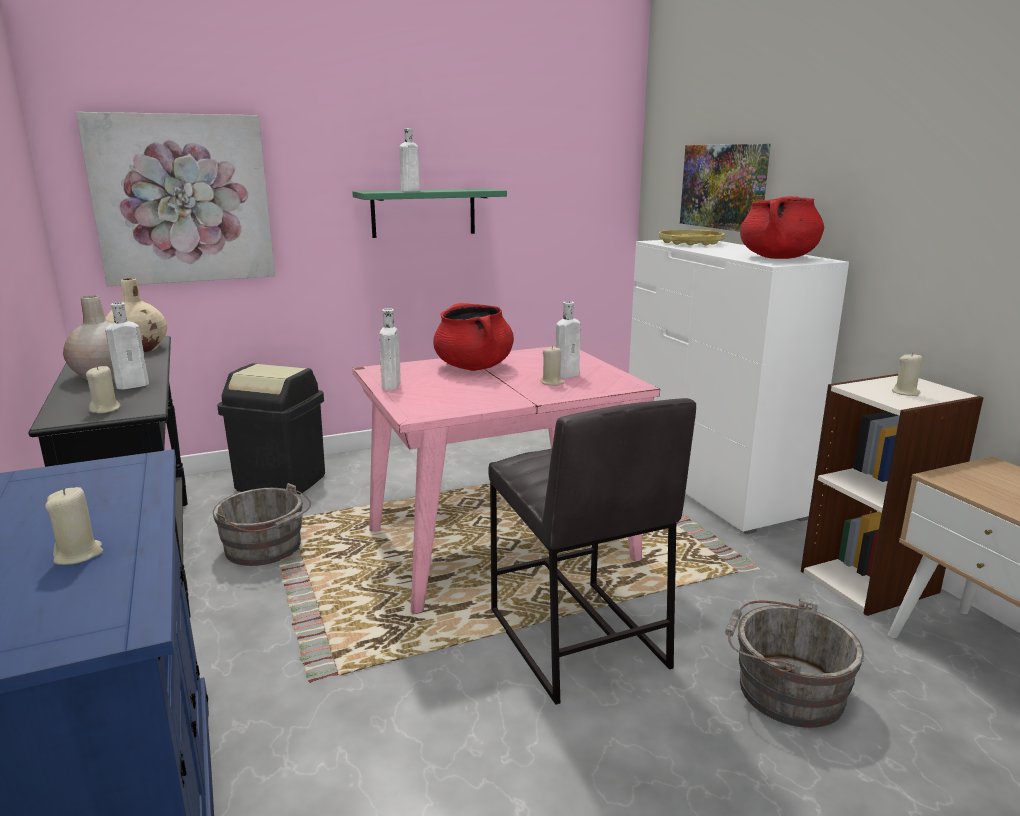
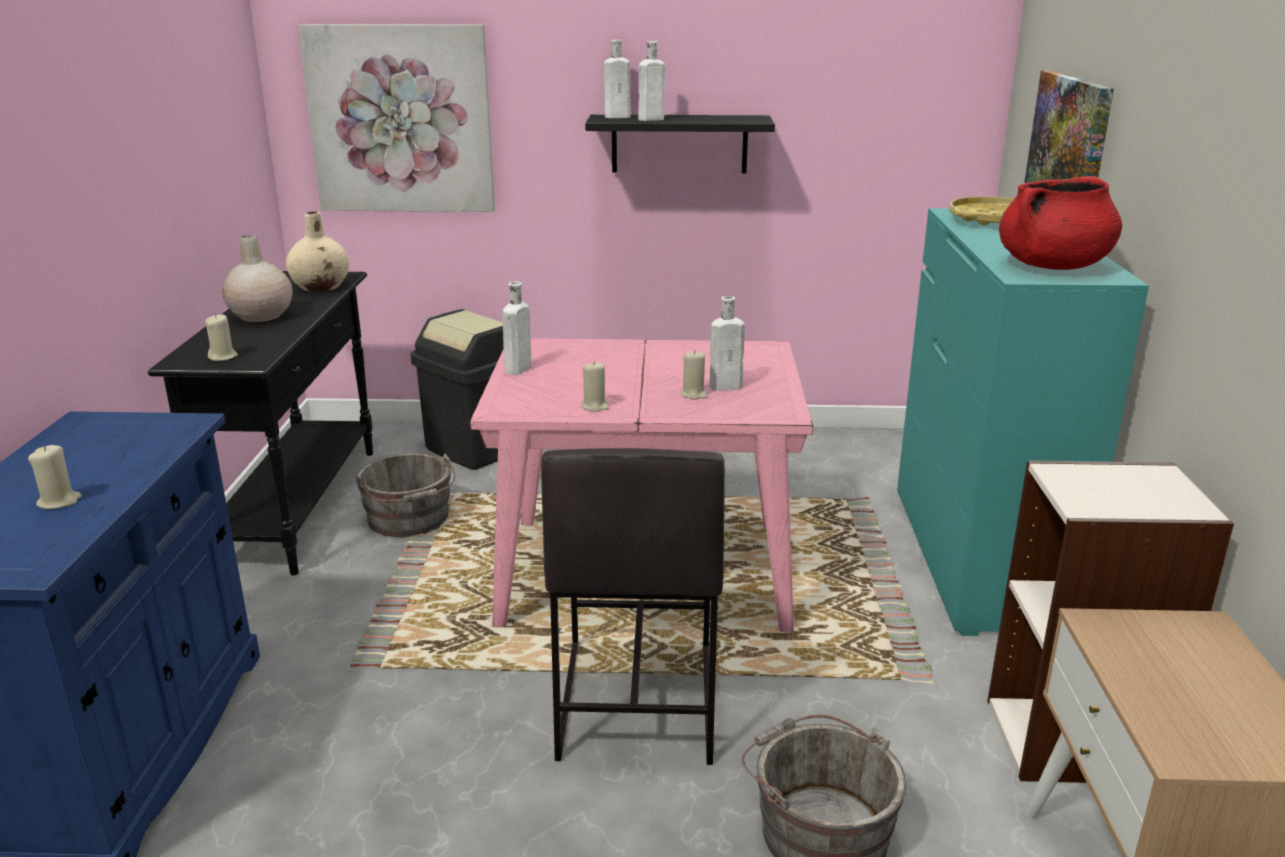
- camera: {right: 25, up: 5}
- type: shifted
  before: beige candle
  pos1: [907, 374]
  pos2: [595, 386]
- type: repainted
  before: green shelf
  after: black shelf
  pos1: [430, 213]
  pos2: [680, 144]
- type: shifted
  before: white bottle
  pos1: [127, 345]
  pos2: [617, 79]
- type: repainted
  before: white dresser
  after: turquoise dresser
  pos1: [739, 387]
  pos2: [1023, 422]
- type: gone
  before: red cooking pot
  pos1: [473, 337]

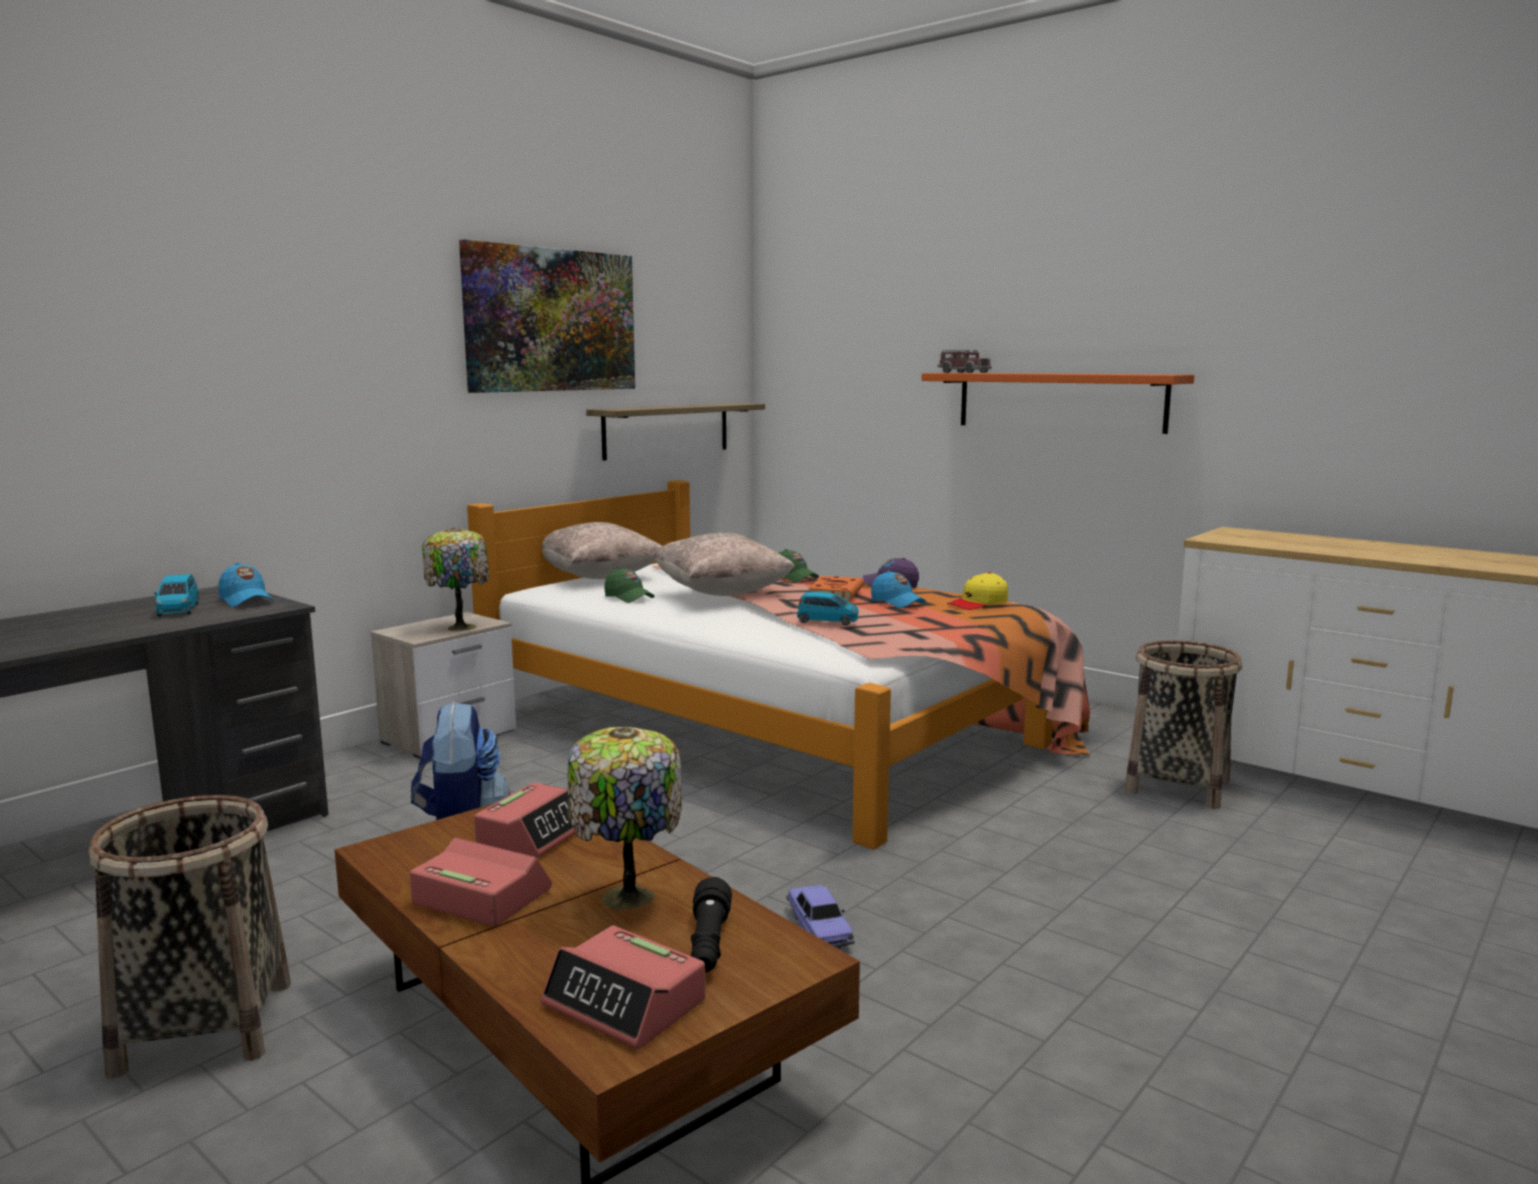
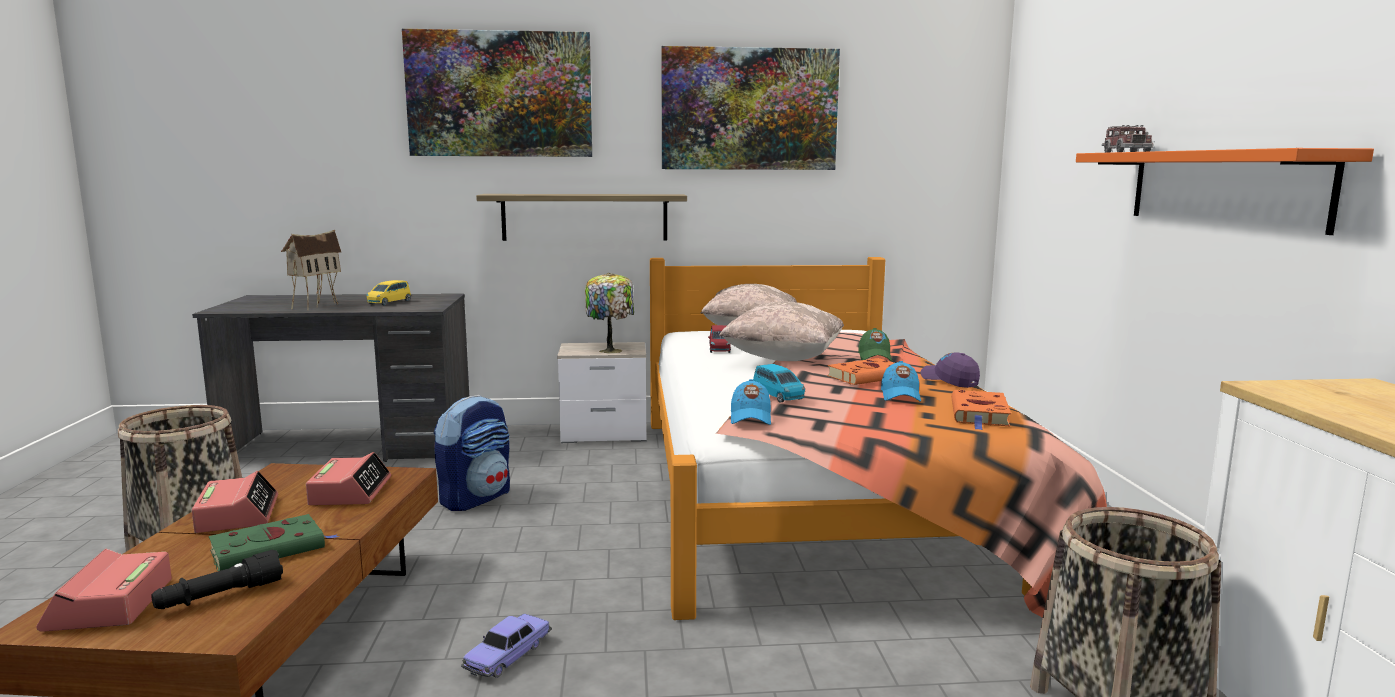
- camera: {right: 45, up: 0}
- type: swapped
  before: table lamp
  after: green book
  pos1: [624, 818]
  pos2: [274, 542]
- type: new
  after: toy house
  pos2: [311, 270]
- type: rotated
  before: alarm clock
  pos1: [525, 820]
  pos2: [348, 478]
  turn: -75
- type: repainted
  before: blue toy car
  after: yellow toy car
  pos1: [176, 595]
  pos2: [388, 292]
- type: new
  after: picture
  pos2: [497, 93]
- type: shifted
  before: shelf
  pos1: [675, 432]
  pos2: [581, 217]
- type: swapped
  before: green cap
  after: red toy car
  pos1: [629, 585]
  pos2: [719, 339]
- type: shifted
  before: blue cap
  pos1: [246, 585]
  pos2: [751, 402]
- type: swapped
  before: yellow cap
  after: orange book
  pos1: [977, 591]
  pos2: [981, 410]

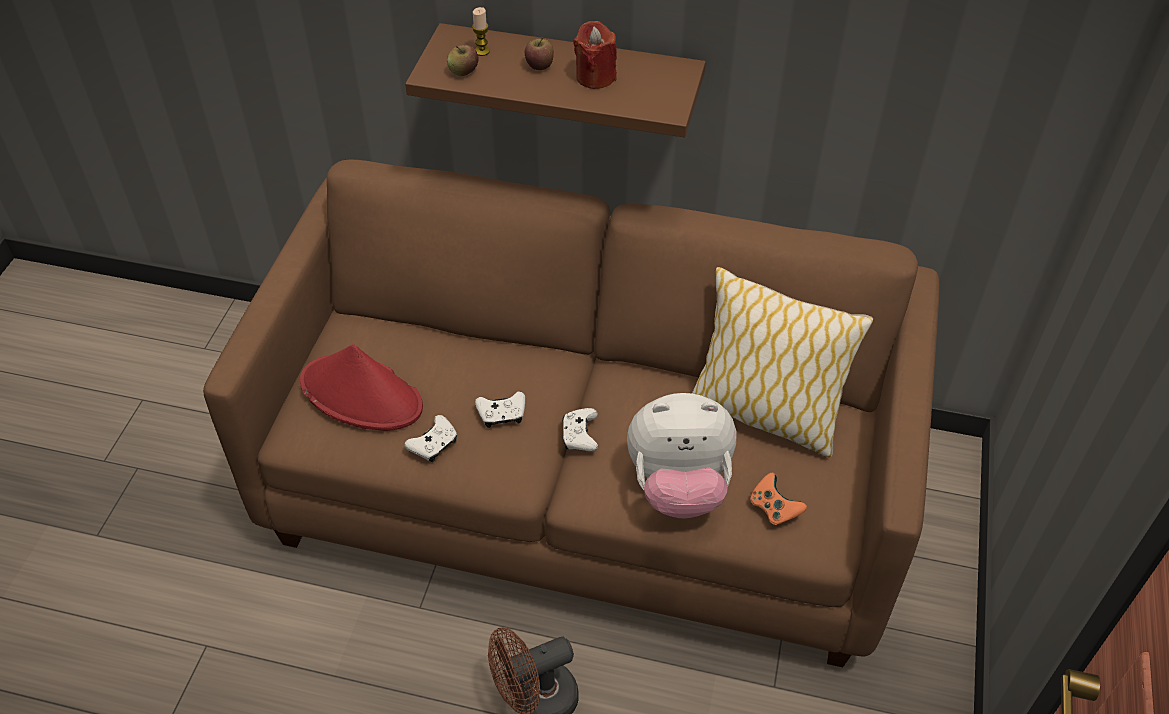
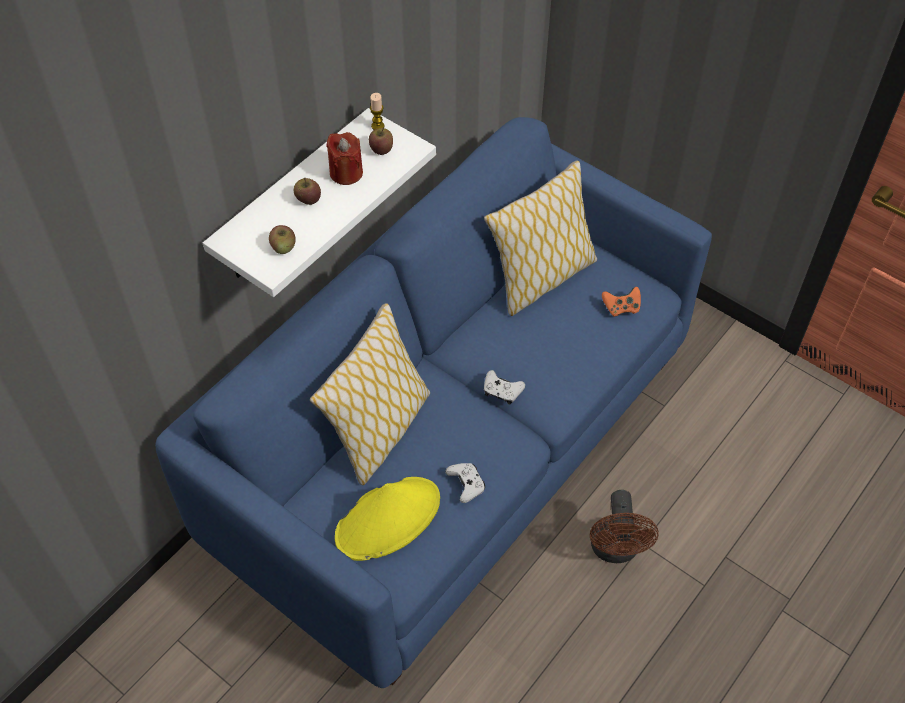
- camera: {right: -65, up: 5}
- type: repainted
  before: brown sofa
  after: blue sofa
  pos1: [571, 413]
  pos2: [433, 402]
- type: repainted
  before: brown shelf
  after: white shelf
  pos1: [555, 80]
  pos2: [319, 202]
- type: new
  after: pillow
  pos2: [370, 394]
- type: repainted
  before: red hat
  after: yellow hat
  pos1: [361, 387]
  pos2: [387, 519]
- type: new
  after: apple
  pos2: [381, 141]
- type: shifted
  before: candle
  pos1: [481, 31]
  pos2: [377, 111]
- type: gone
  before: white game controller
  pos1: [500, 409]
- type: gone
  before: plush toy
  pos1: [681, 456]

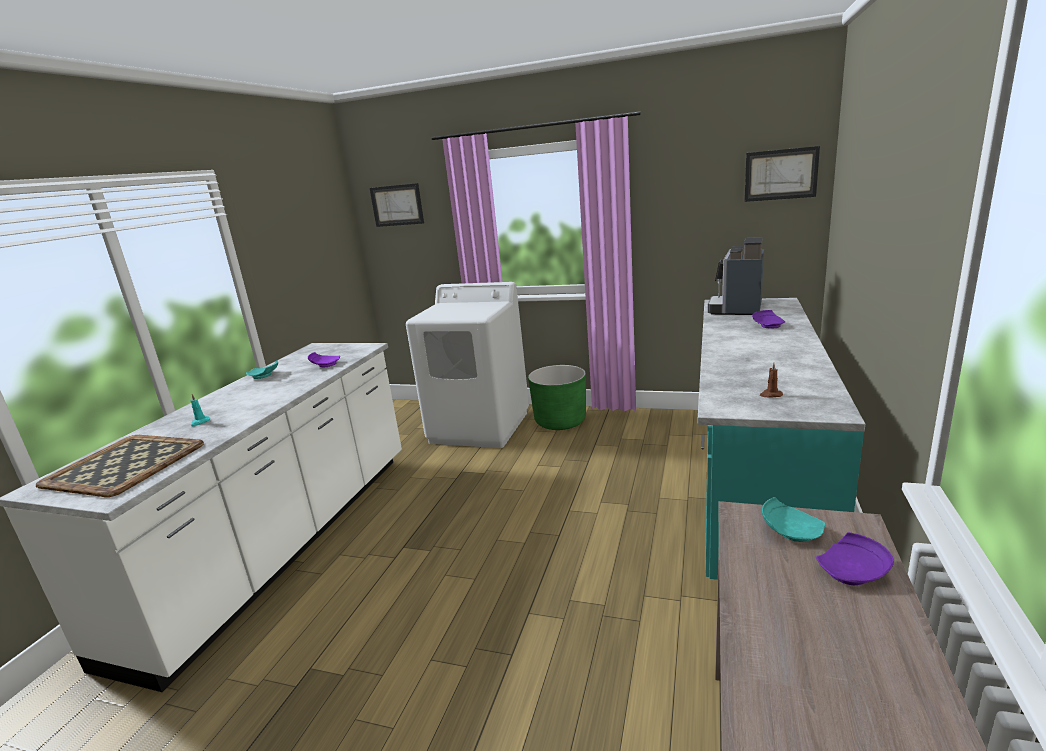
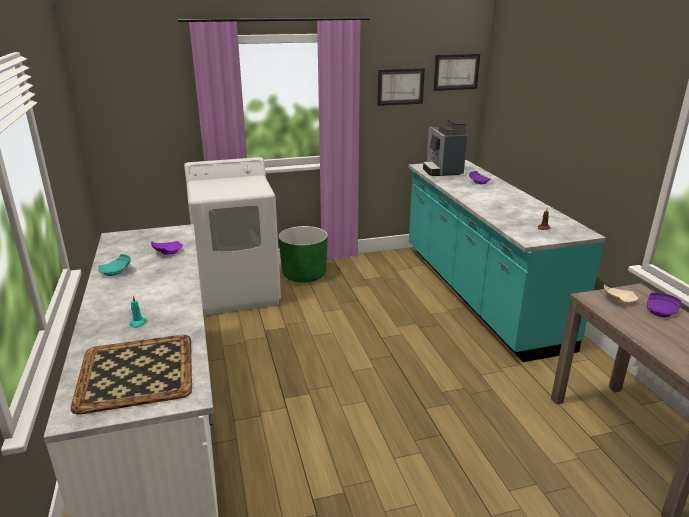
- camera: {right: -35, up: 5}
- type: shifted
  before: picture
  pos1: [397, 205]
  pos2: [401, 87]
- type: repainted
  before: turquoise plate
  after: beige plate
  pos1: [794, 519]
  pos2: [621, 294]

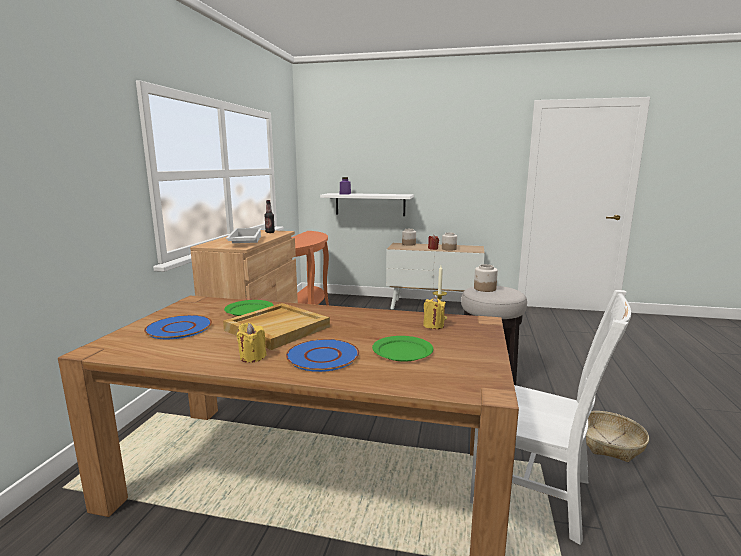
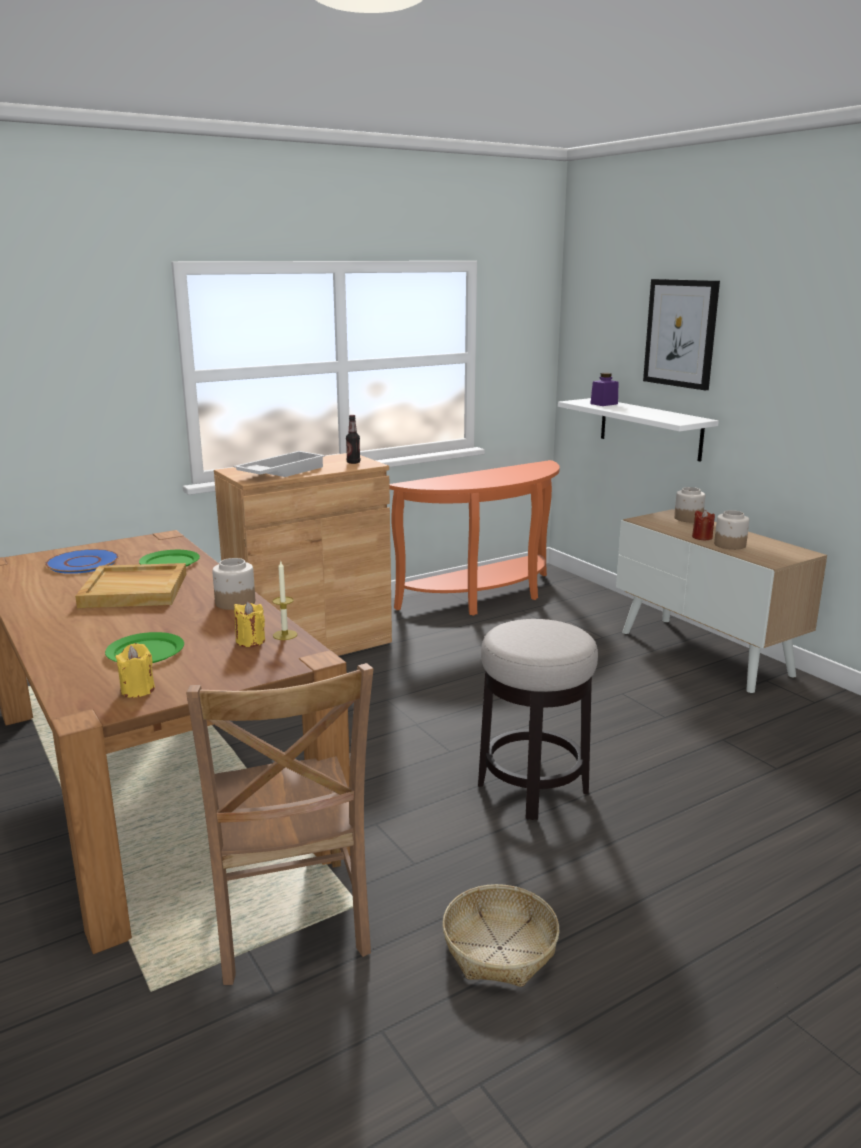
- camera: {right: 45, up: 5}
- type: shifted
  before: yellow candle
  pos1: [251, 342]
  pos2: [135, 670]
- type: repainted
  before: white chair
  after: brown chair
  pos1: [550, 417]
  pos2: [280, 824]
- type: shifted
  before: jar
  pos1: [486, 278]
  pos2: [233, 584]
- type: new
  after: picture
  pos2: [681, 334]
- type: gone
  before: blue plate
  pos1: [323, 355]

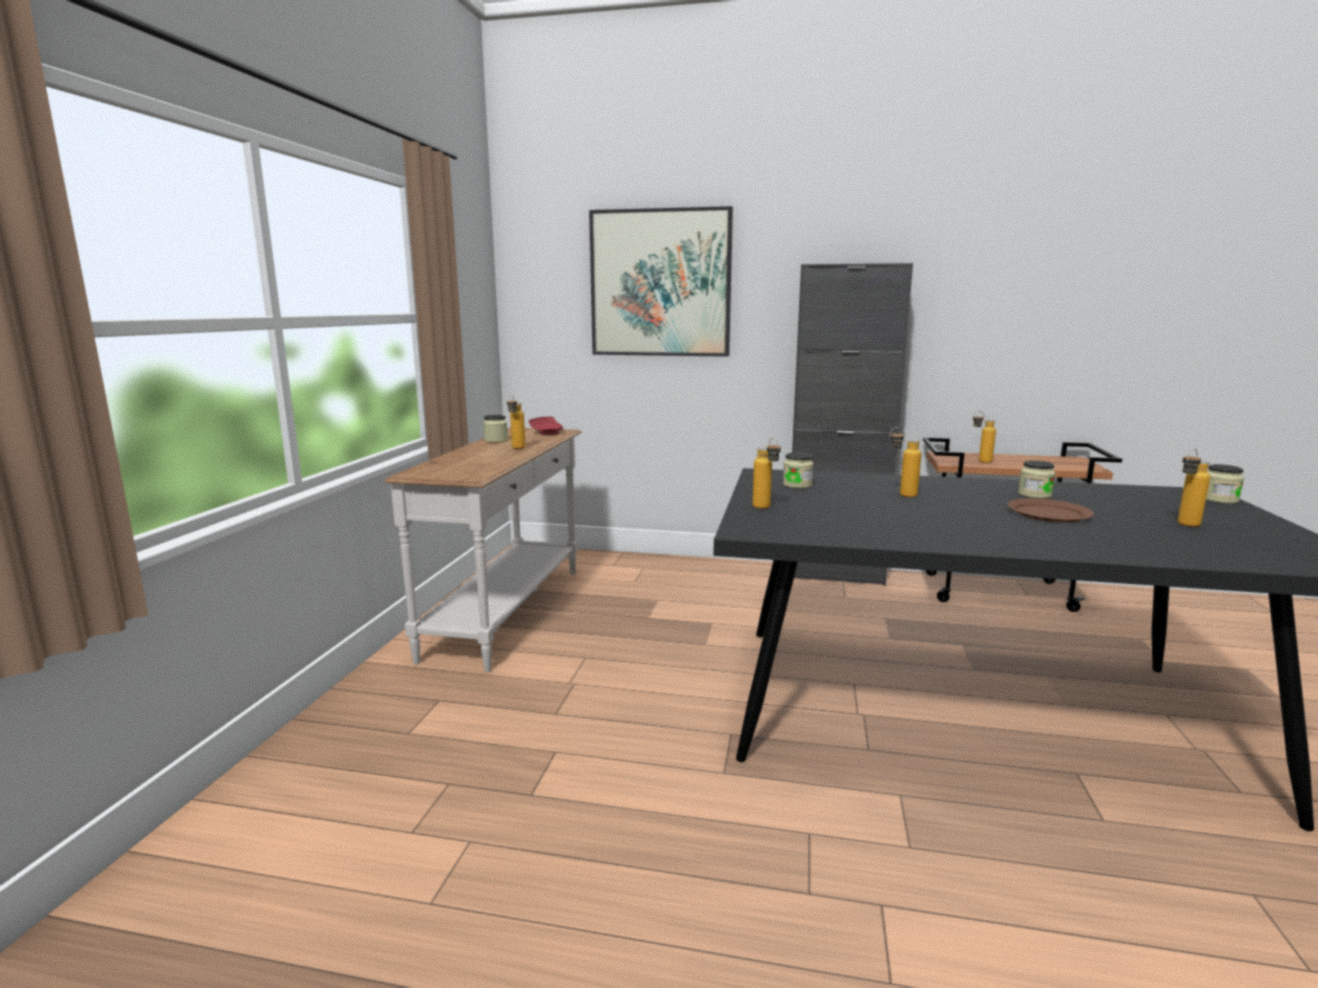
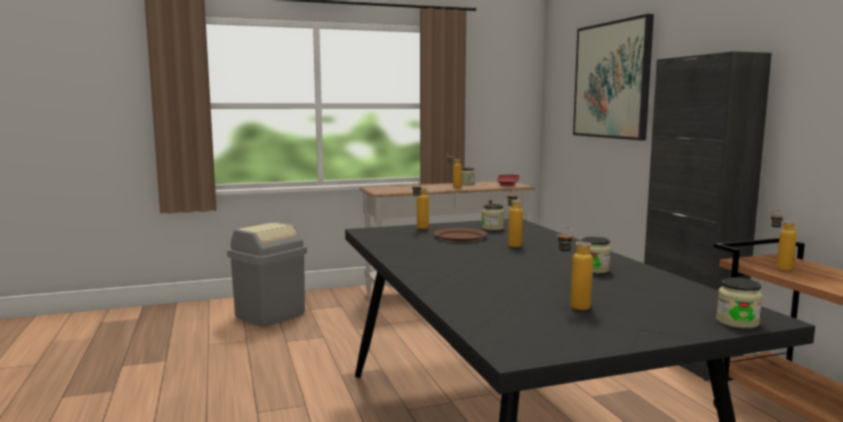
- camera: {right: 60, up: -5}
- type: new
  after: grey trash can
  pos2: [267, 274]
- type: shifted
  before: brown plate
  pos1: [1050, 510]
  pos2: [460, 235]

